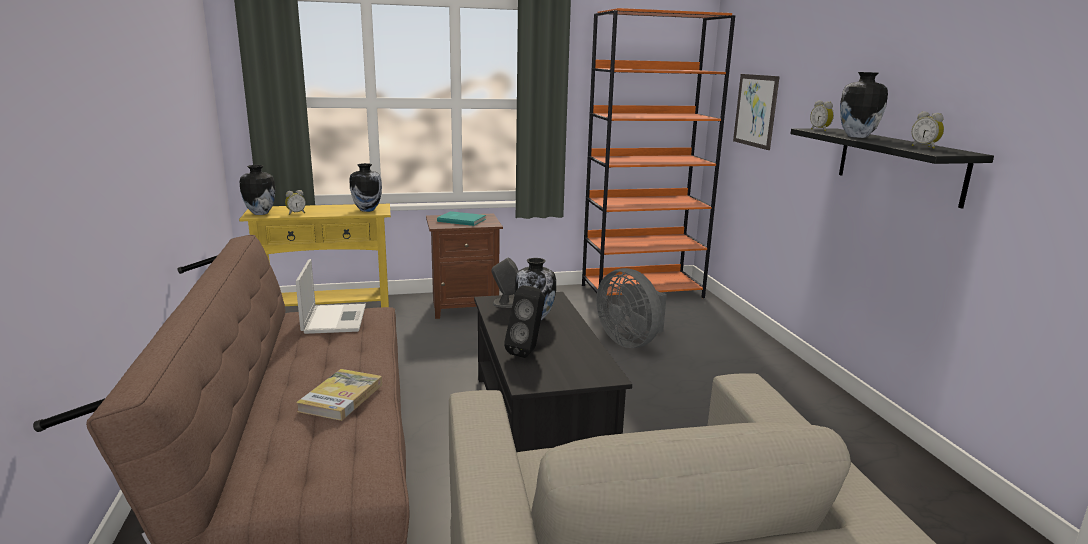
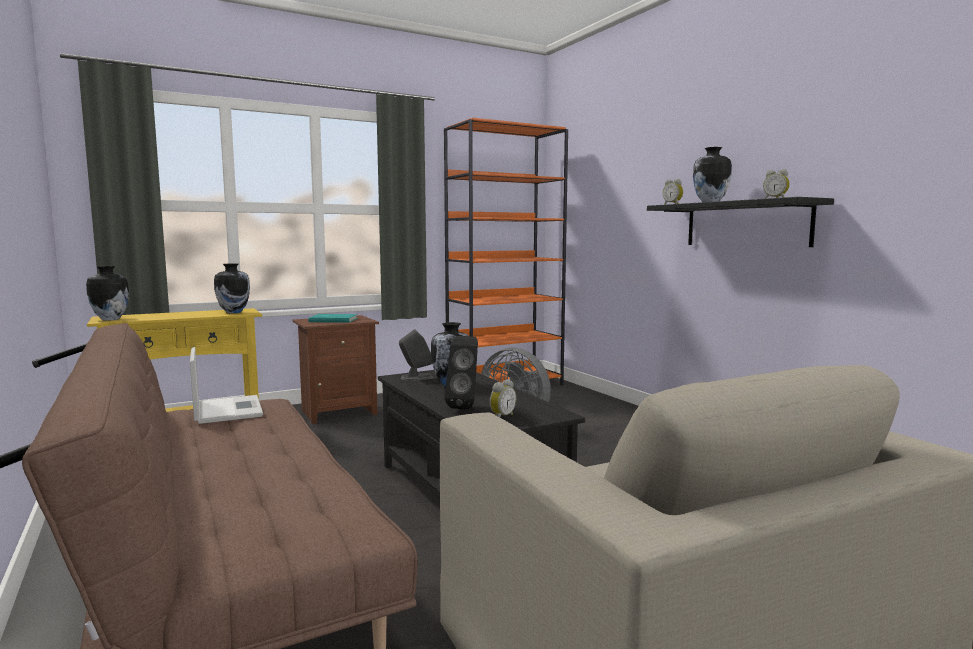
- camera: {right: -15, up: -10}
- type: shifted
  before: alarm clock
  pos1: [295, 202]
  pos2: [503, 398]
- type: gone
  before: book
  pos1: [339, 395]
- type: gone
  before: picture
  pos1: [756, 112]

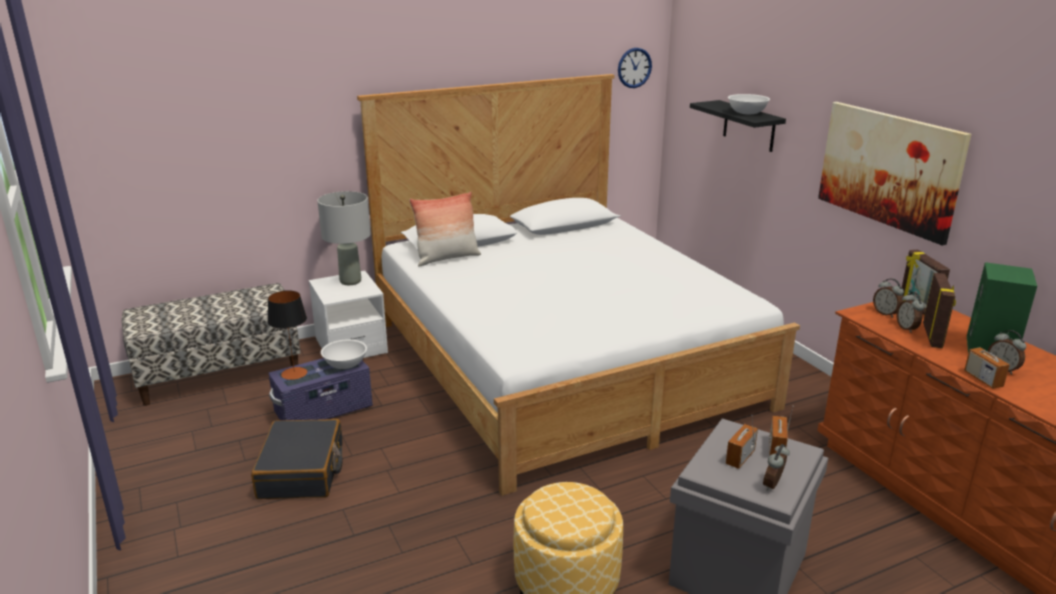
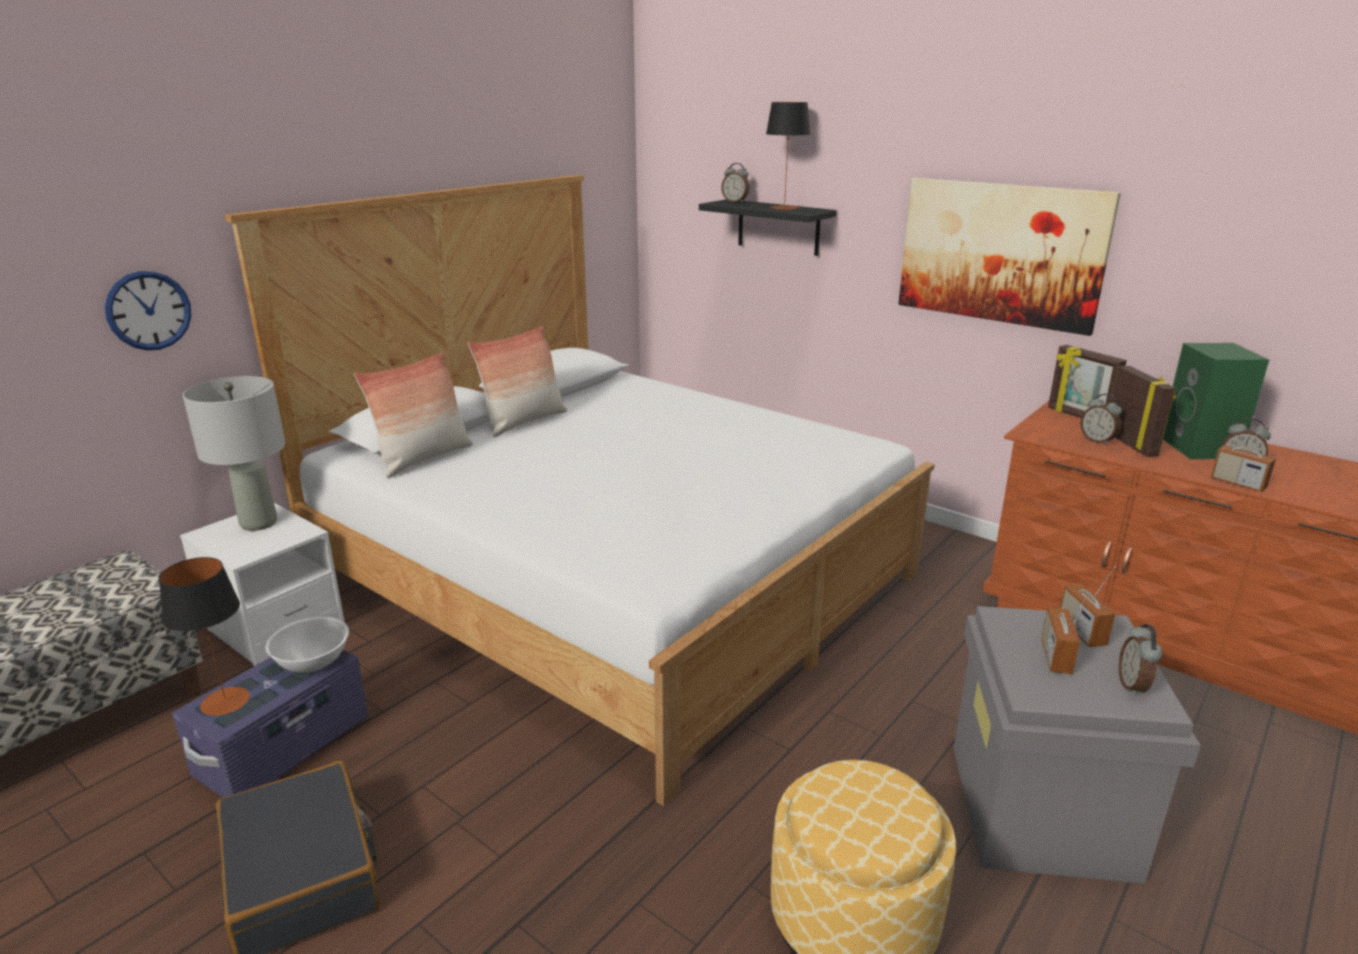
- camera: {right: -25, up: 0}
- type: shifted
  before: wall clock
  pos1: [635, 68]
  pos2: [148, 311]
- type: new
  after: pillow
  pos2: [517, 381]
- type: shifted
  before: alarm clock
  pos1: [888, 298]
  pos2: [735, 183]
- type: swapped
  before: white bowl
  after: table lamp
  pos1: [749, 104]
  pos2: [788, 156]

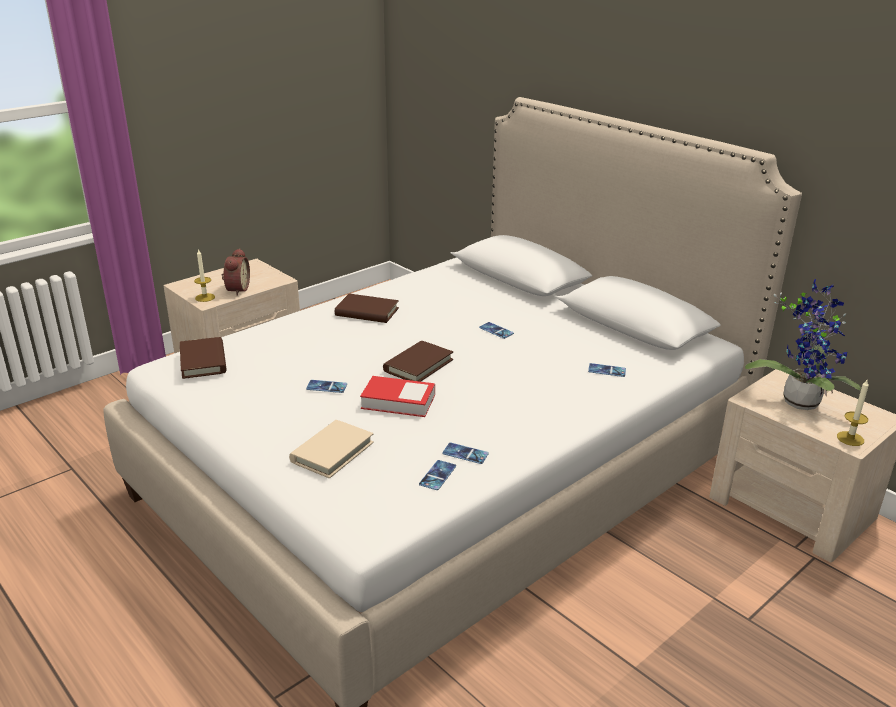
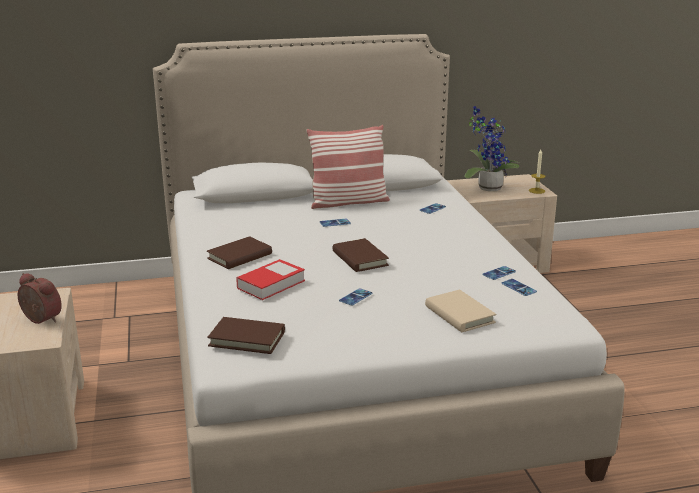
- camera: {right: -60, up: -5}
- type: shifted
  before: book
  pos1: [397, 396]
  pos2: [270, 279]
- type: new
  after: pillow
  pos2: [348, 167]
- type: gone
  before: candle
  pos1: [204, 275]

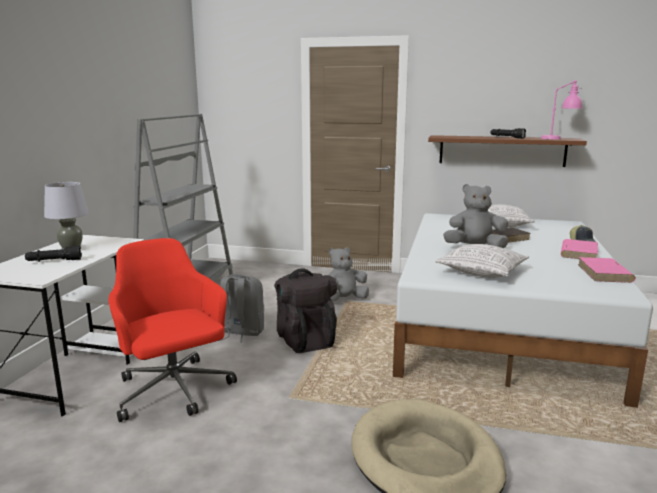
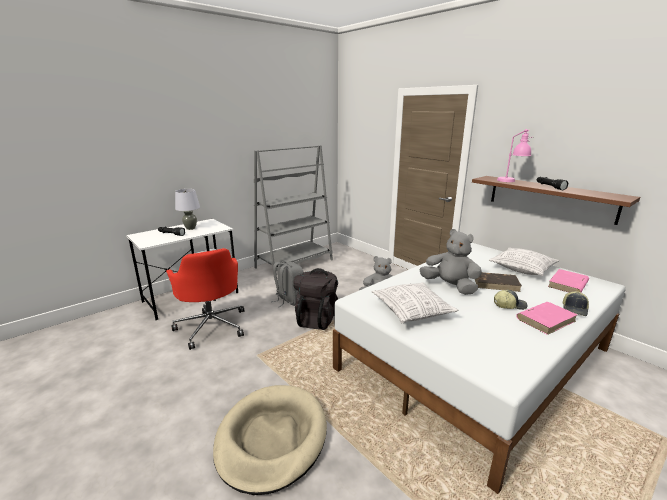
- camera: {right: 35, up: 5}
- type: rotated
  before: red office chair
  pos1: [172, 330]
  pos2: [205, 299]
  turn: 150
- type: new
  after: cap
  pos2: [510, 299]
- type: shifted
  before: pink table lamp
  pos1: [561, 109]
  pos2: [514, 155]
- type: shifted
  before: pink book
  pos1: [607, 270]
  pos2: [568, 281]

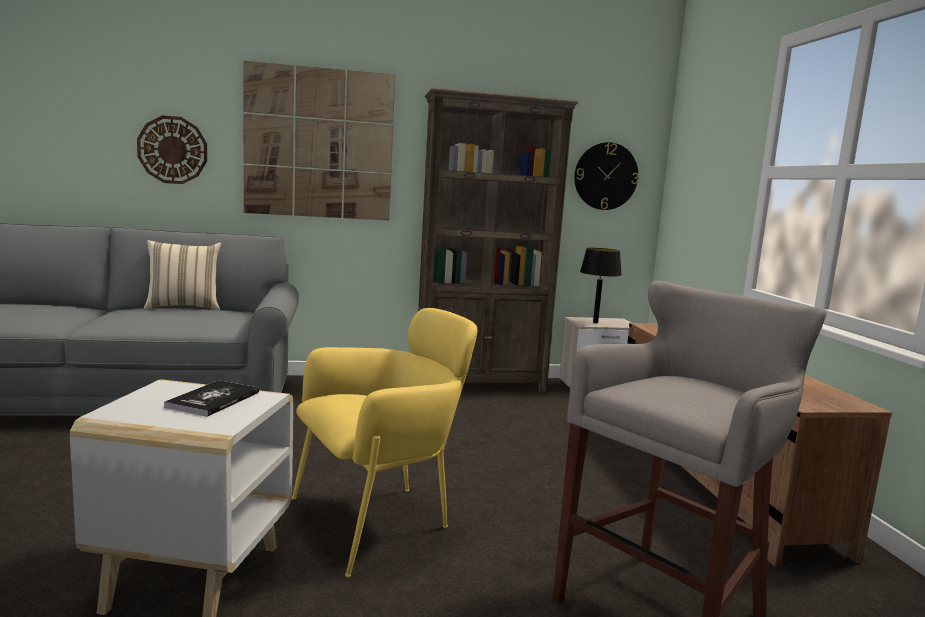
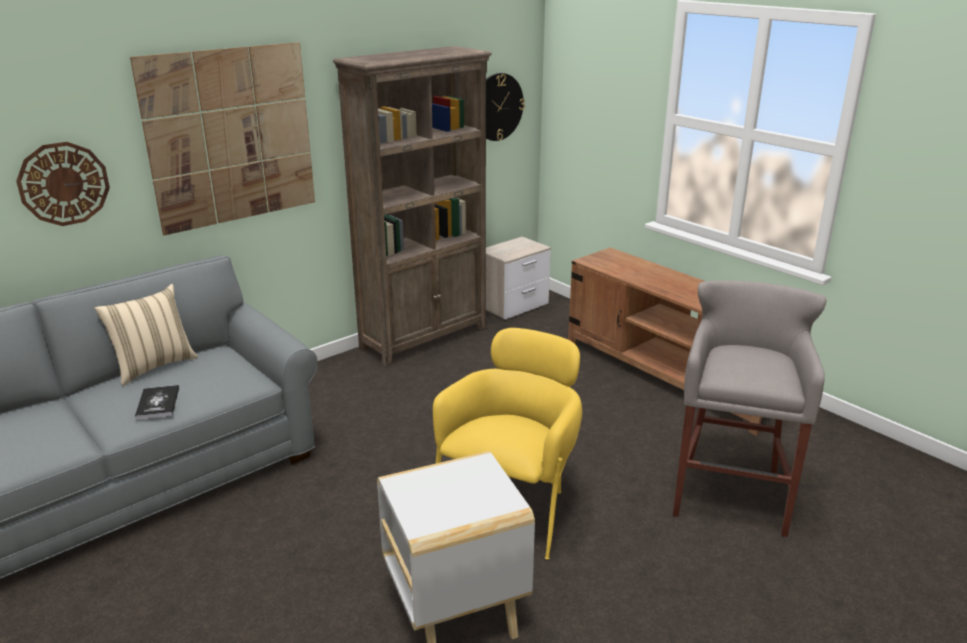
- camera: {right: -30, up: 15}
- type: shifted
  before: book
  pos1: [211, 398]
  pos2: [157, 402]
- type: gone
  before: black table lamp
  pos1: [601, 285]

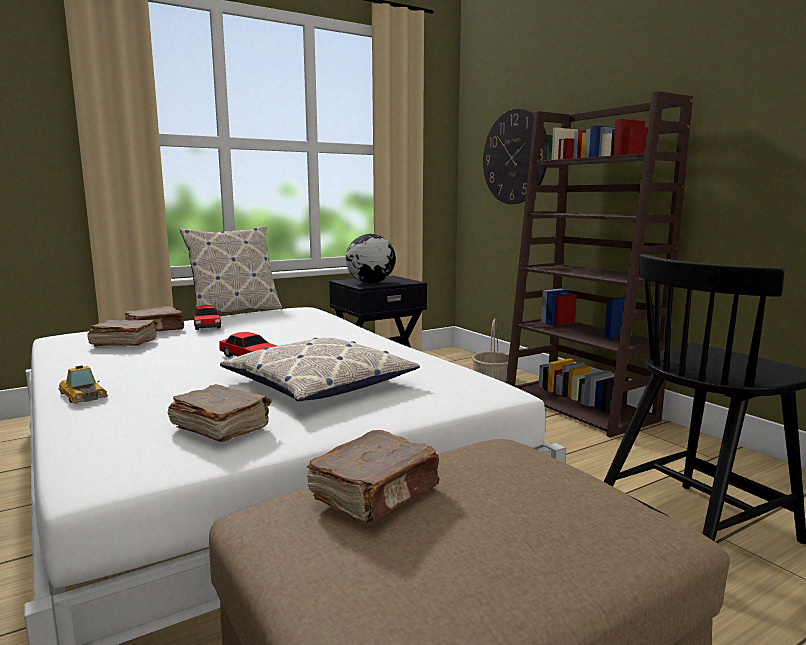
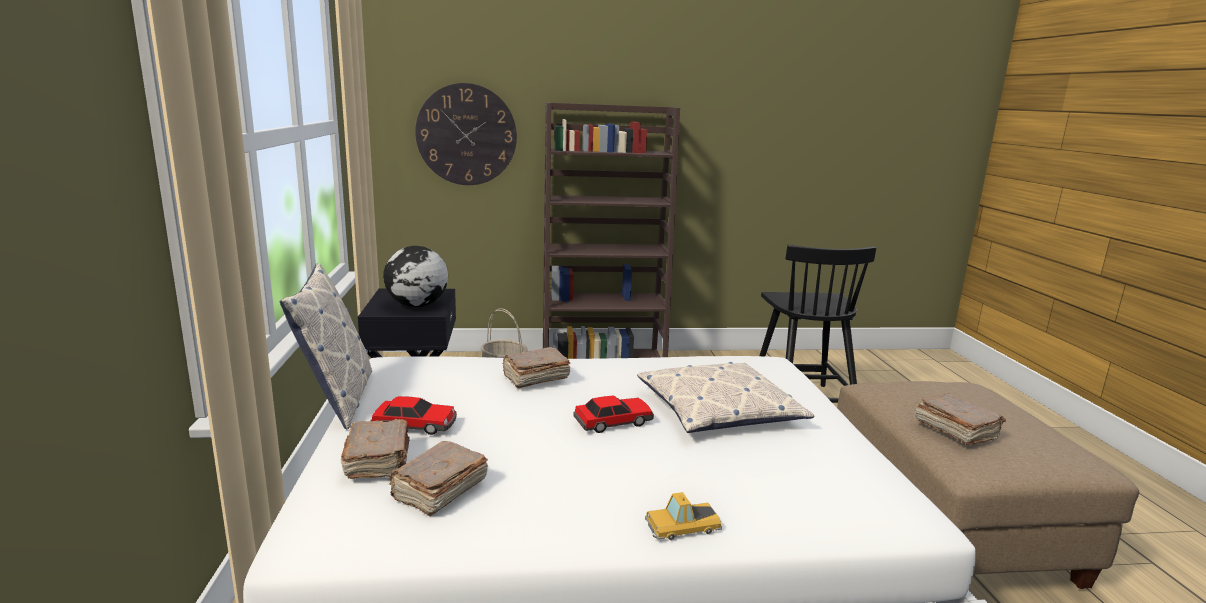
- camera: {right: -65, up: 5}
- type: shifted
  before: brown book
  pos1: [219, 413]
  pos2: [536, 368]

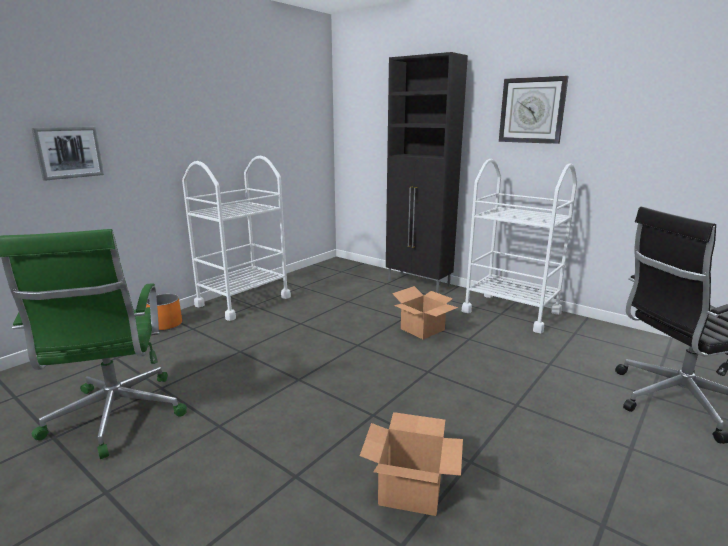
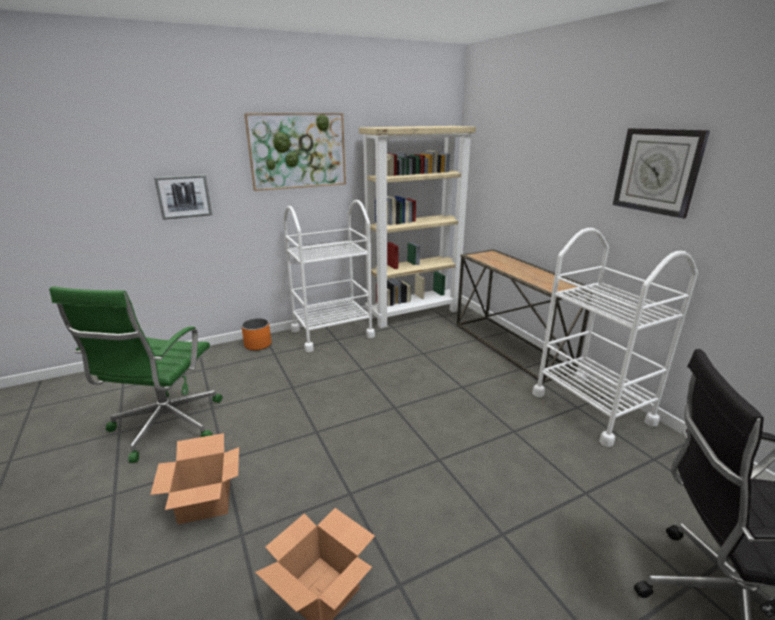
- camera: {right: 25, up: 5}
- type: shifted
  before: cardboard box
  pos1: [425, 312]
  pos2: [194, 479]
- type: new
  after: picture
  pos2: [295, 152]
- type: new
  after: beige bookcase
  pos2: [417, 227]
- type: swapped
  before: black cabinet
  after: console table
  pos1: [427, 172]
  pos2: [525, 316]

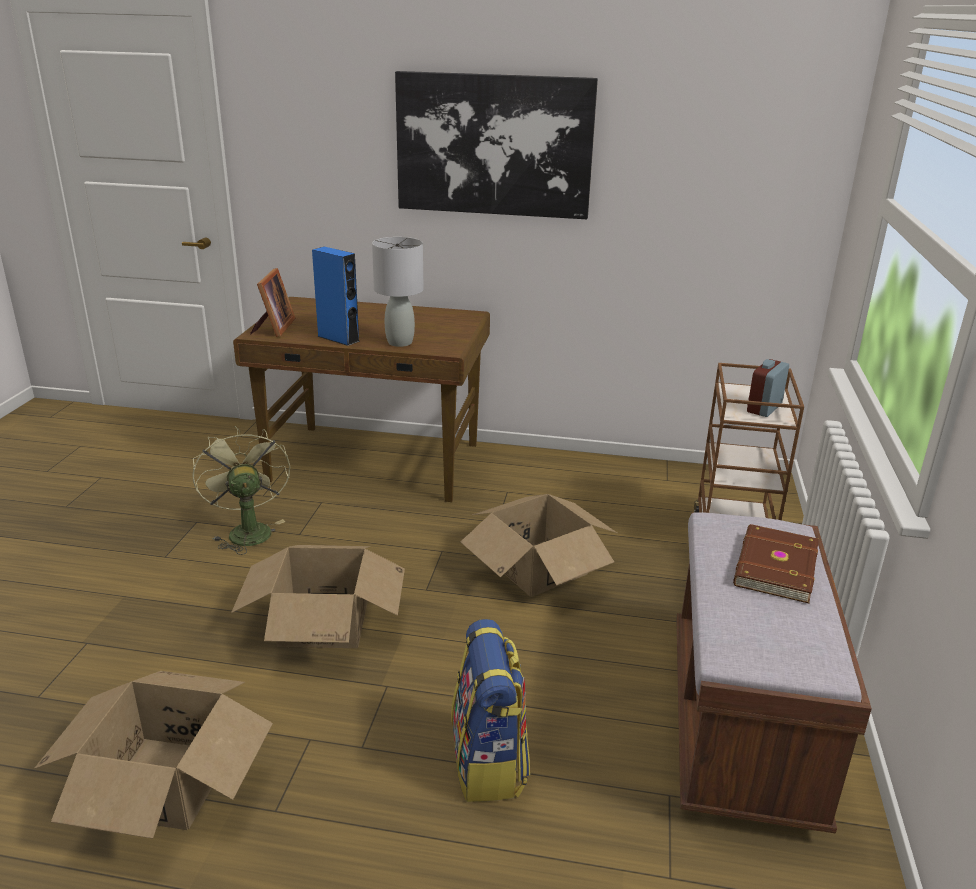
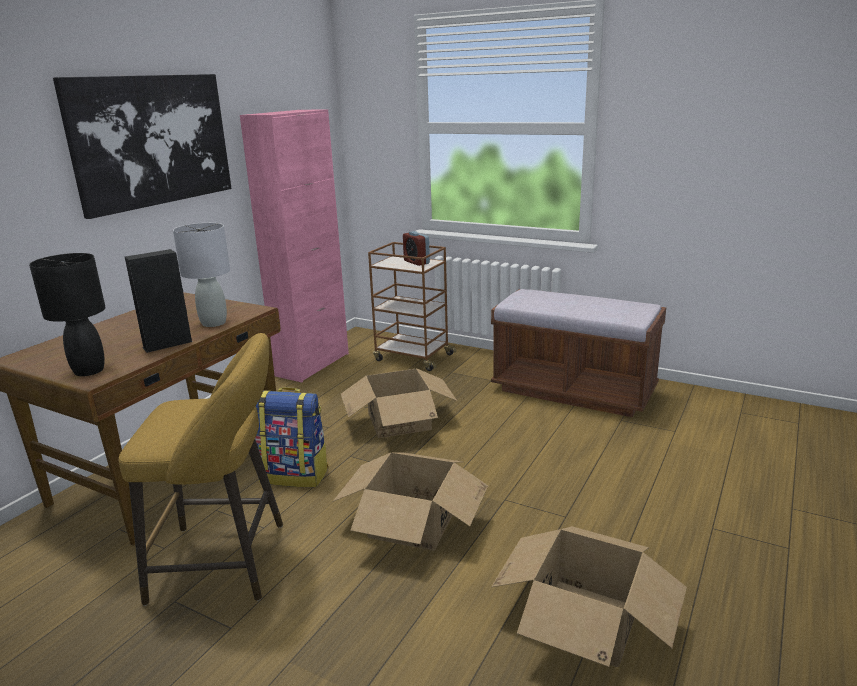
- camera: {right: -70, up: -5}
- type: swapped
  before: picture frame
  after: black table lamp
  pos1: [272, 302]
  pos2: [67, 314]
- type: swapped
  before: green fan
  after: yellow stool
  pos1: [241, 490]
  pos2: [201, 469]
- type: repainted
  before: blue speaker
  after: black speaker
  pos1: [336, 296]
  pos2: [159, 301]
- type: new
  after: pink cabinet
  pos2: [294, 245]
- type: shifted
  before: backpack
  pos1: [490, 710]
  pos2: [292, 437]
- type: gone
  before: brown book
  pos1: [776, 564]

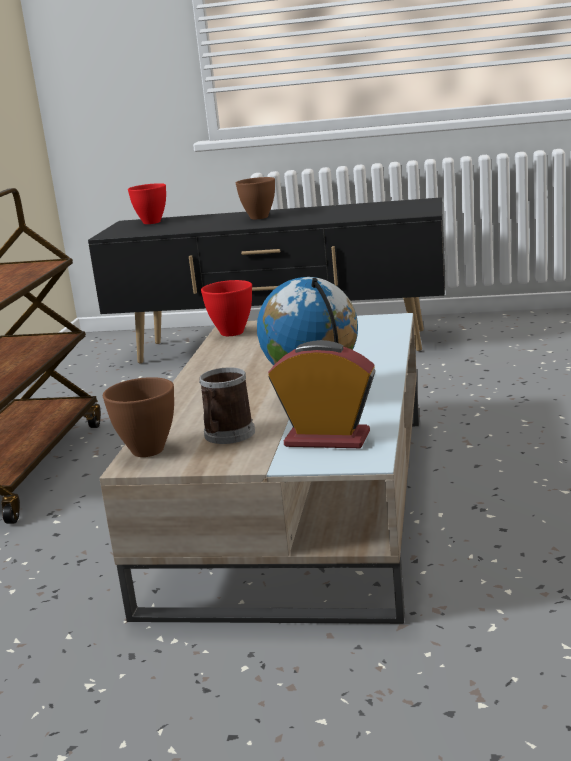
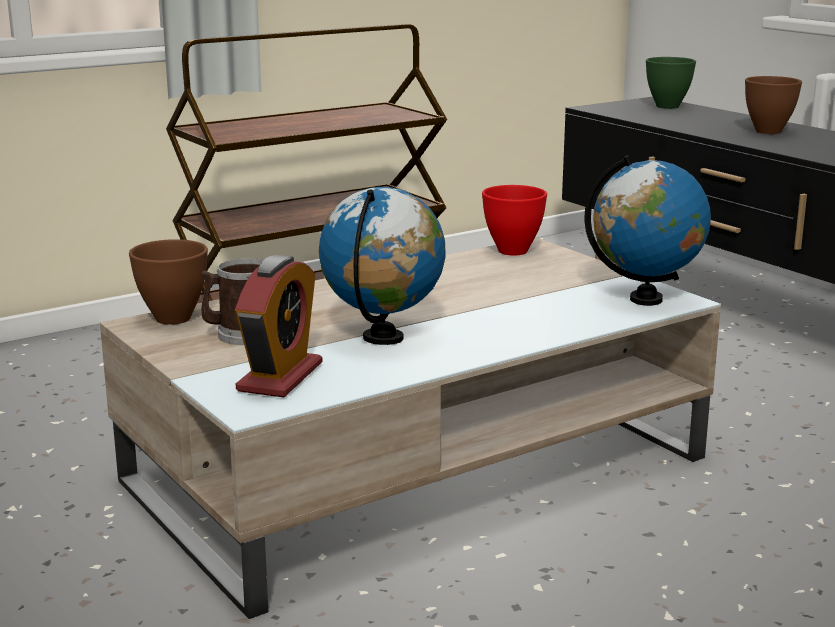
- camera: {right: 45, up: 0}
- type: rotated
  before: alarm clock
  pos1: [322, 394]
  pos2: [278, 326]
  turn: 45
- type: new
  after: globe
  pos2: [647, 230]
- type: repainted
  before: red bowl
  after: green bowl
  pos1: [147, 203]
  pos2: [671, 83]

